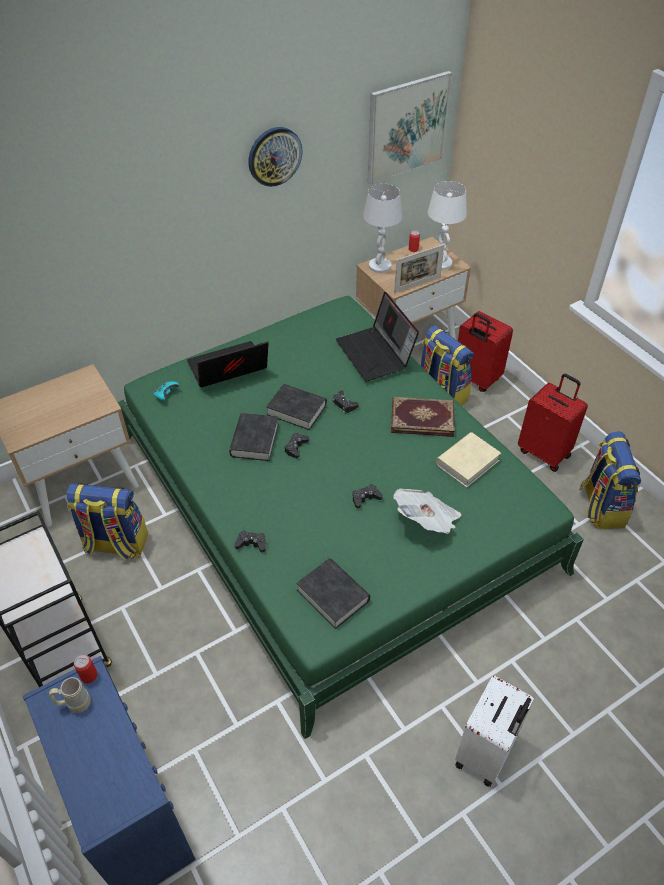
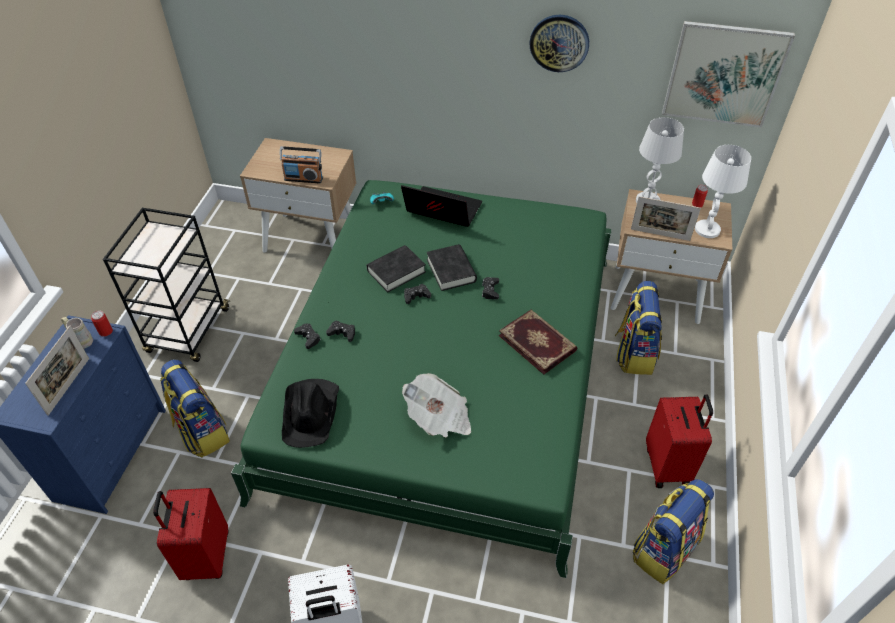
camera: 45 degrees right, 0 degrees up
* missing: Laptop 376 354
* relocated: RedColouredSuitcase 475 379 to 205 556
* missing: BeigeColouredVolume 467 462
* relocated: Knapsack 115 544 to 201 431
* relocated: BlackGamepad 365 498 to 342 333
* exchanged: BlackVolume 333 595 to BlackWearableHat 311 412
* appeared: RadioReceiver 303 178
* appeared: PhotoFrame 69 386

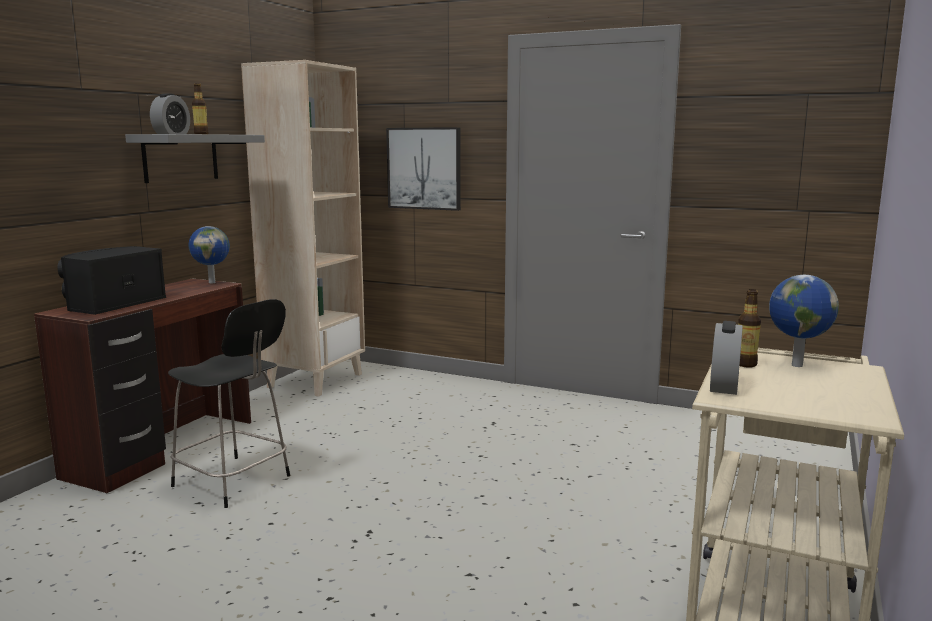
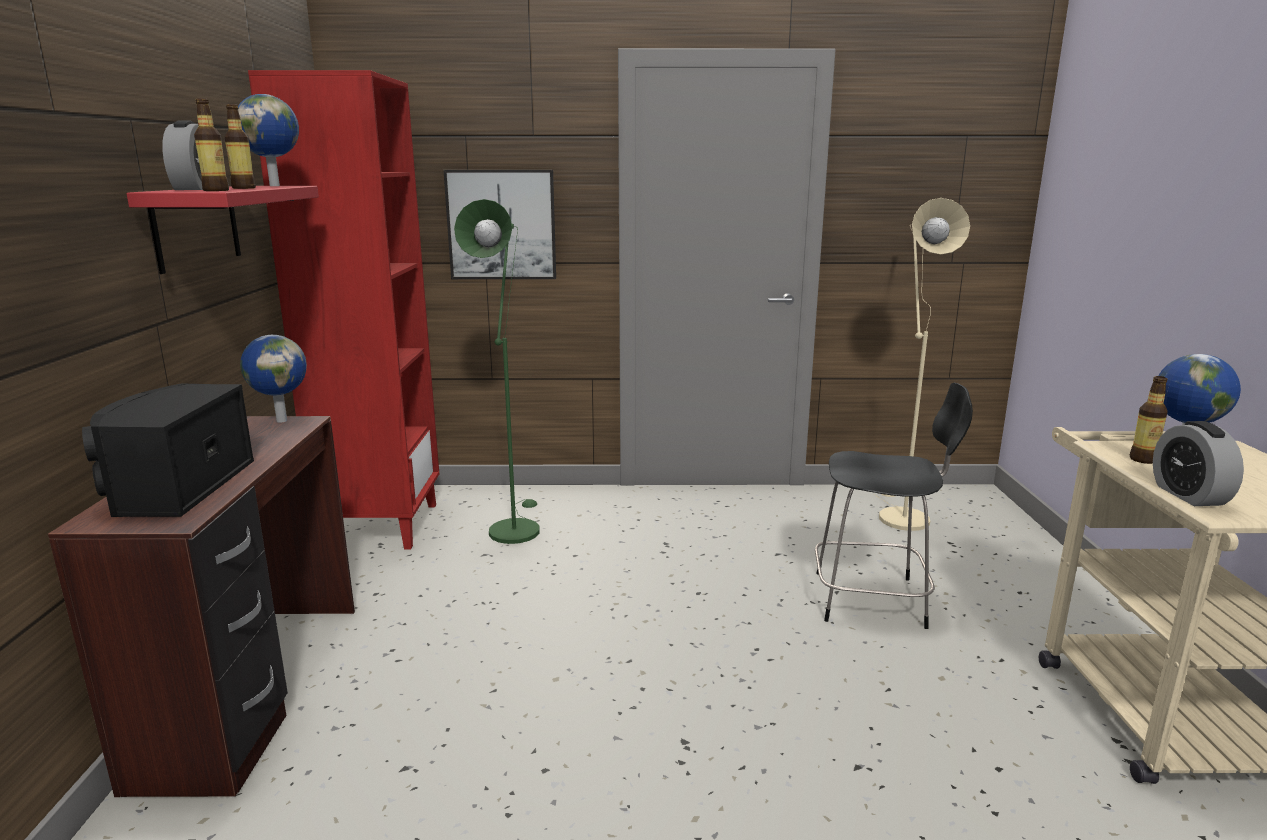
camera: 25 degrees left, 5 degrees up
* colour: BeigeColouredBookshelf 315 380 to RedColouredBookshelf 381 525
* colour: GrayBracketShelf 180 157 to RedColouredBracketShelf 196 226
* relocated: BlackChair 234 482 to 874 599
* appeared: DeskGlobe 275 186
* appeared: BeverageBottle 216 190
* appeared: BeigeColouredStandingLamp 899 515
* appeared: GreenColouredStandingLamp 514 527

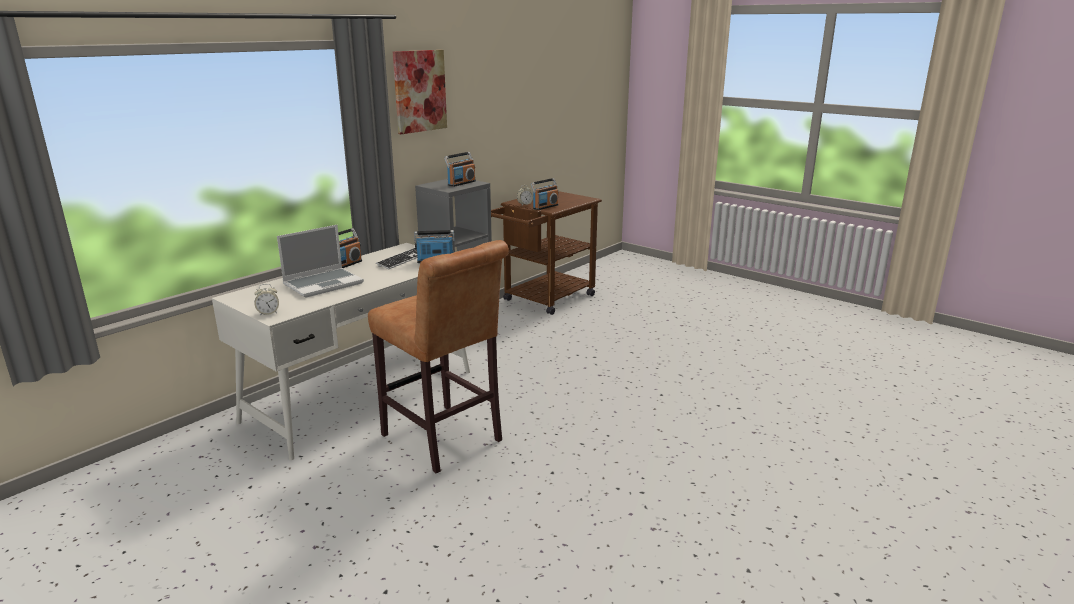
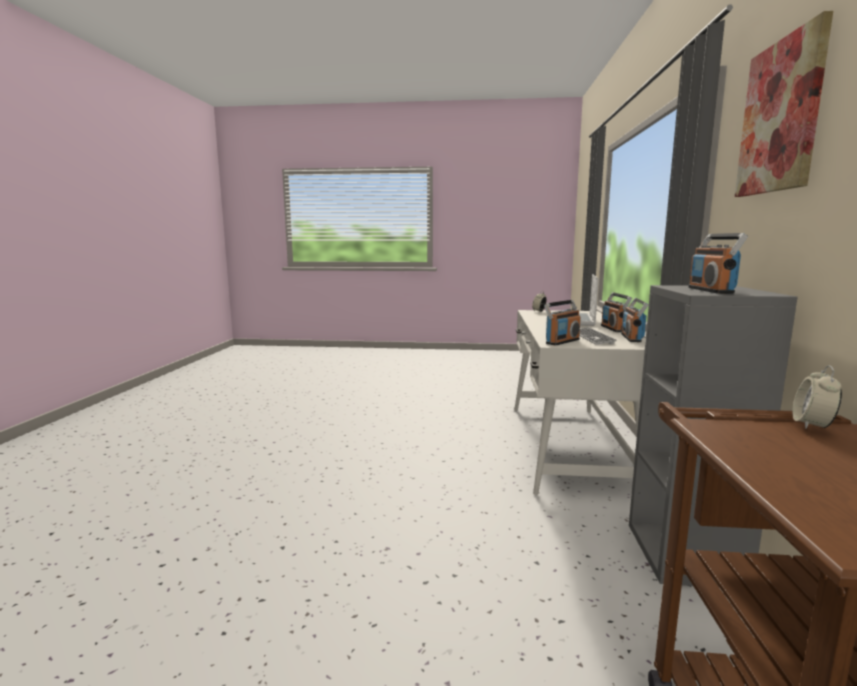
camera: 145 degrees right, 10 degrees down
* relocated: RadioReceiver 545 207 to 631 338
* missing: BrownishStool 445 441

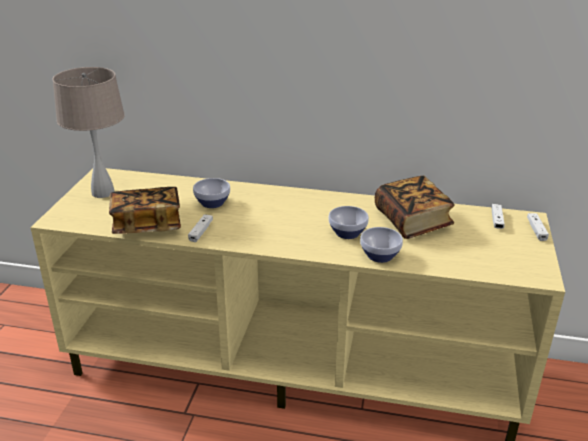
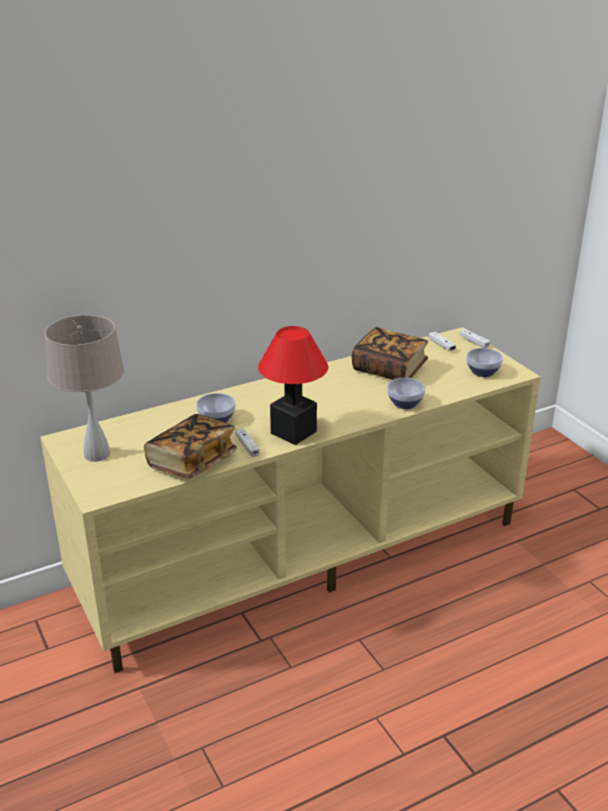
camera: 40 degrees left, 0 degrees up
* relocated: ServingBowl 348 233 to 483 372
* appeared: TabletopLamp 294 431

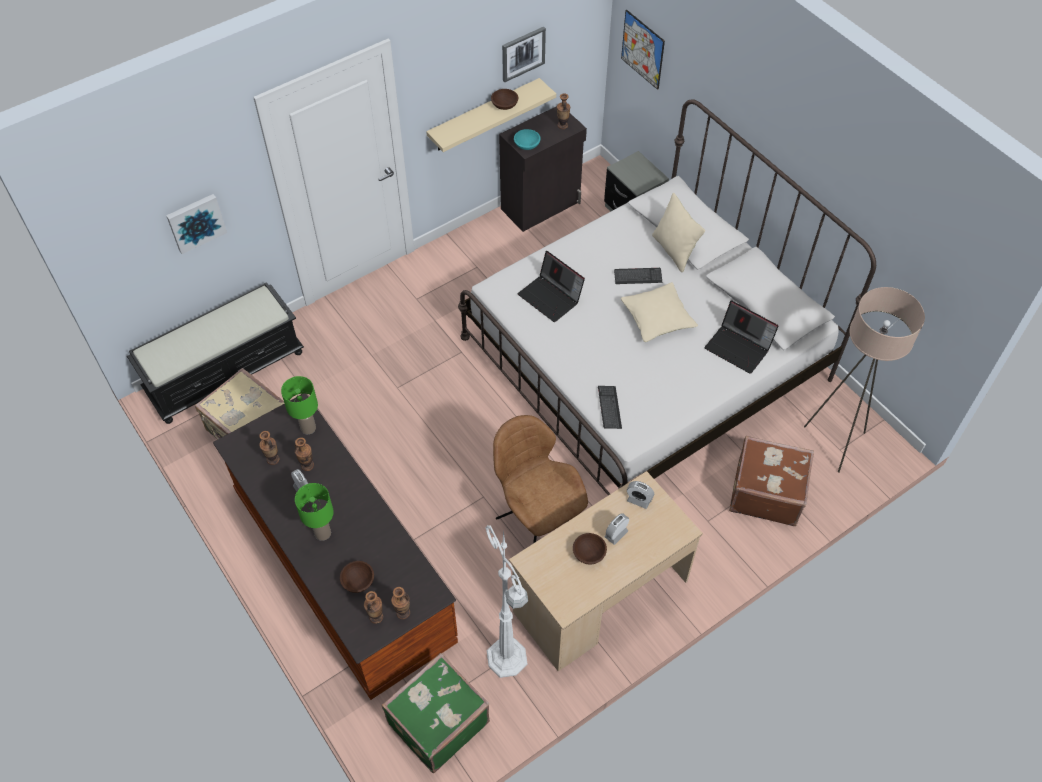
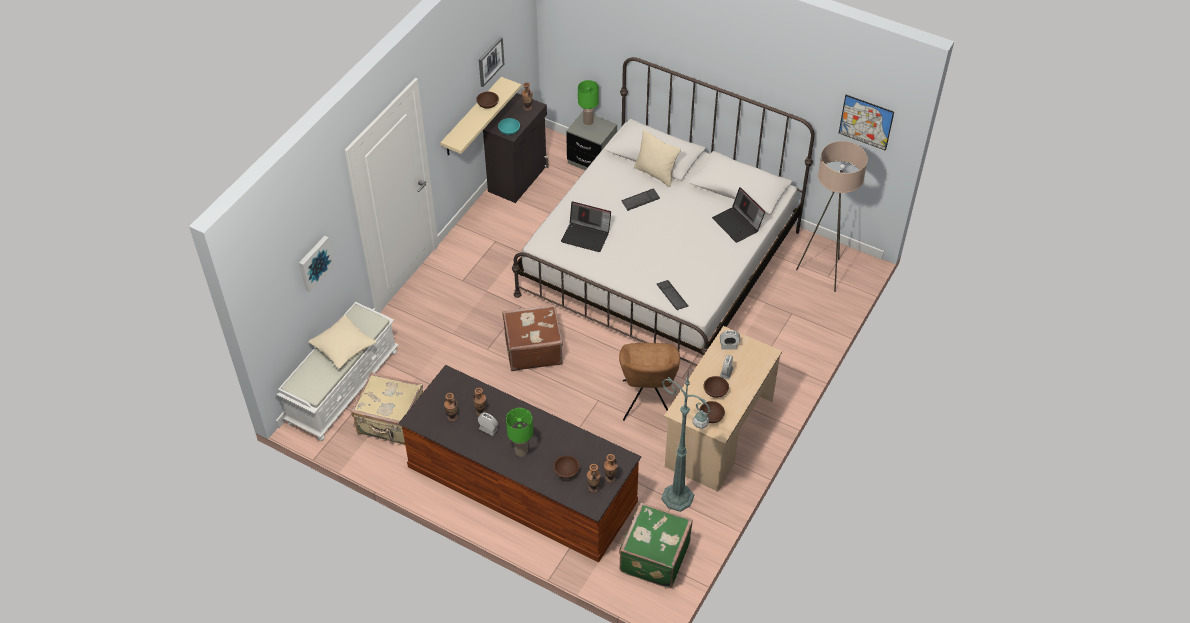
camera: 25 degrees left, 5 degrees down
* relocated: Picture 642 49 to 866 122
* colour: BlackBench 226 371 to WhiteColouredBench 343 386
* relocated: BeigeColouredThrowPillow 657 318 to 343 347
* spun: Laptop 739 347 = 738 224 45 degrees clockwise
* relocated: GreenColouredTabletopLamp 308 428 to 588 122
* spun: BrownishChair 537 523 = 647 403 120 degrees counterclockwise
* relocated: BrownishSuitcase 765 492 to 532 349
* colour: WhiteColouredStandingLamp 507 660 to GreenColouredStandingLamp 679 498
* appeared: BrownishServingBowl 711 417

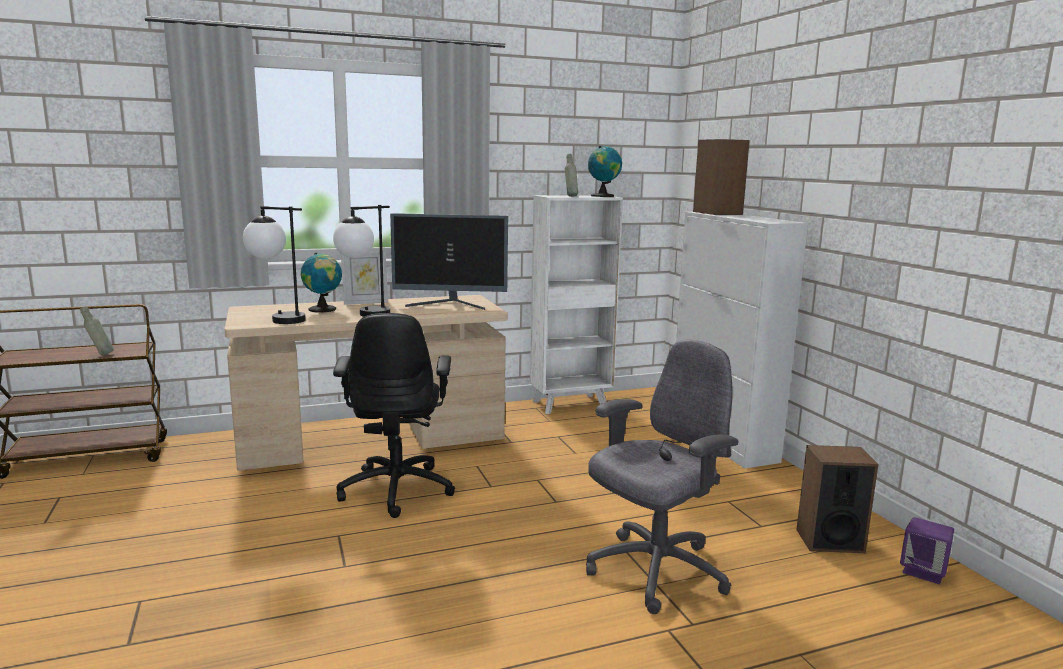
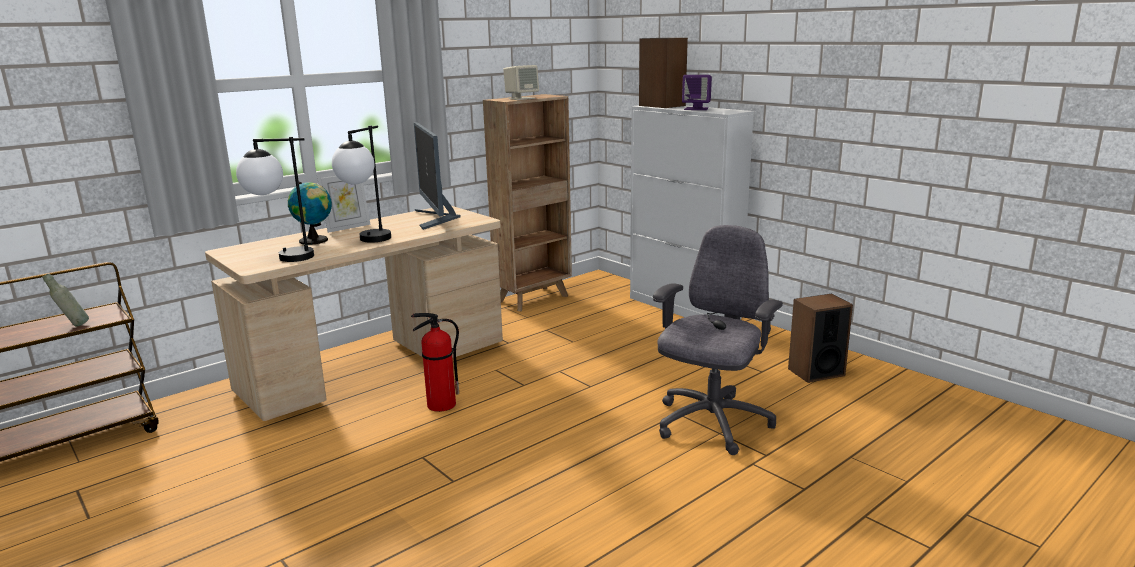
camera: 20 degrees left, 5 degrees up
* missing: DeskGlobe 603 196
* exchanged: GrayBeverageBottle 570 196 to BeigeColouredSpeaker 521 98
* colour: WhiteColouredBookshelf 571 404 to BrownishBookshelf 534 298
* spun: ComputerScreen 450 305 = 436 219 90 degrees clockwise
* exchanged: BlackDeskChair 397 489 to FireFightingCylinder 440 405
* relocated: PurplishSpeaker 923 572 to 696 109

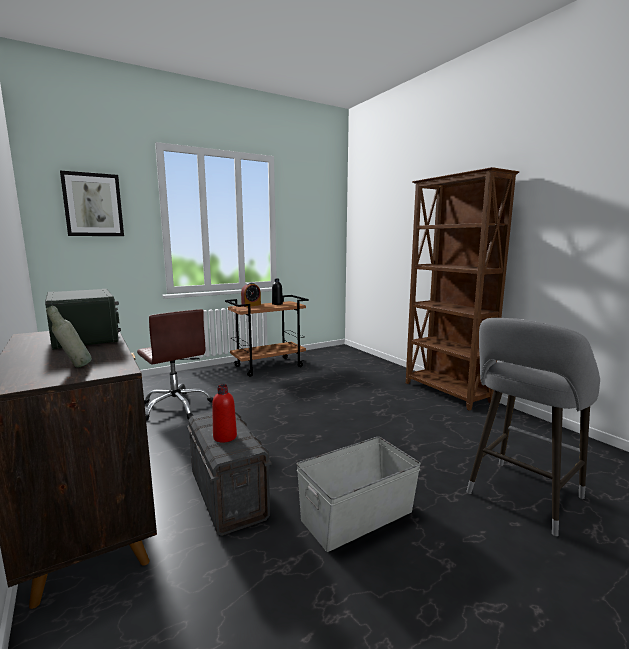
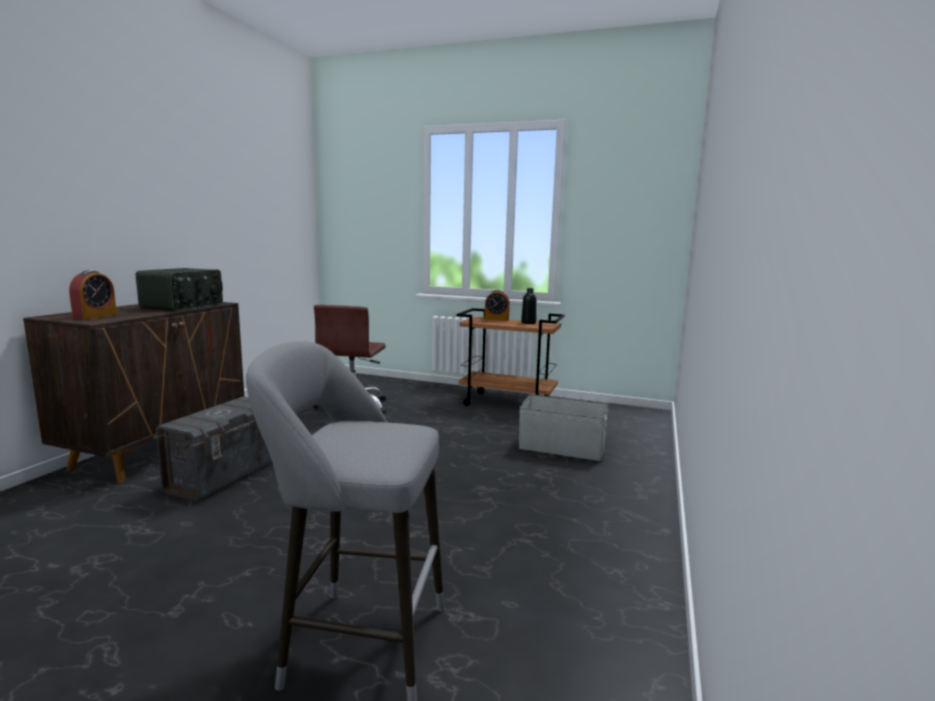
camera: 50 degrees right, 0 degrees up
* missing: BrownishBookshelf 446 392
* missing: Picture 93 205
* exchanged: GrayBeverageBottle 74 367 to BedsideClock 95 316
* missing: RedColouredBeverageBottle 225 437
* relocated: GrayStorageBox 356 515 to 561 447

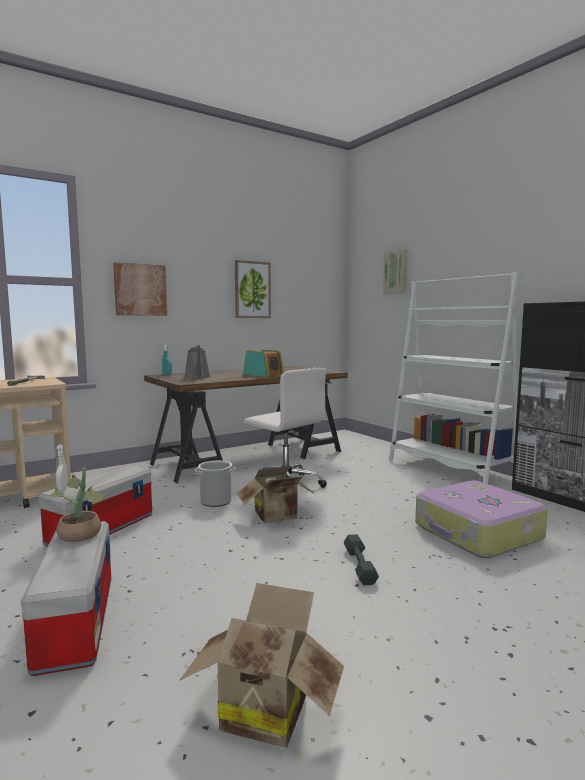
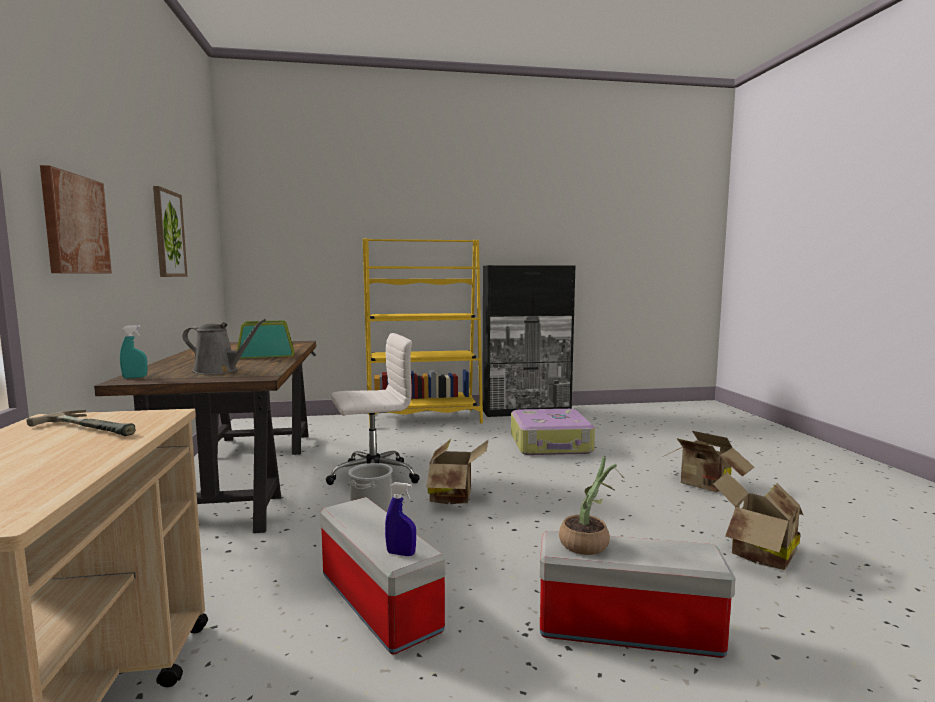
camera: 65 degrees left, 0 degrees up
* missing: Picture 396 272
* colour: WhiteColouredBookshelf 450 469 to YellowBookshelf 423 418
* colour: WhiteColouredSprayBottle 62 490 to BlueSprayBottle 401 553
* missing: GrayDumbbell 360 566
* appeared: CardboardBox 705 486

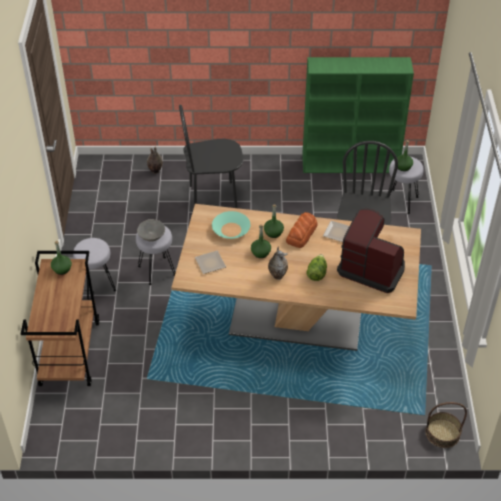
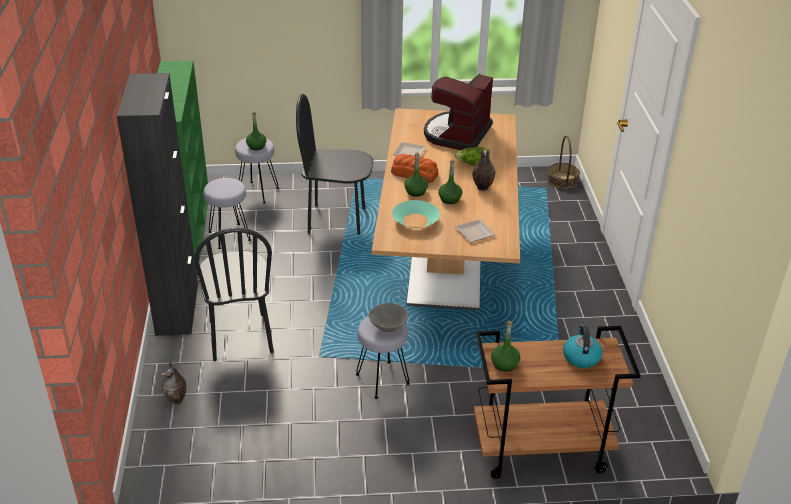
camera: 95 degrees left, 10 degrees down
* relocated: GrayStool 97 285 to 229 236
* appeared: BlackStorageCabinet 177 309
* appeared: WaterKettle 581 357

